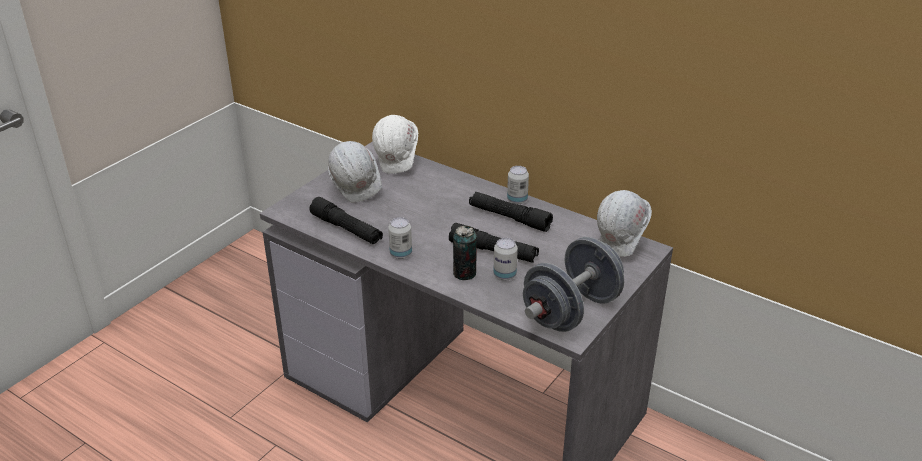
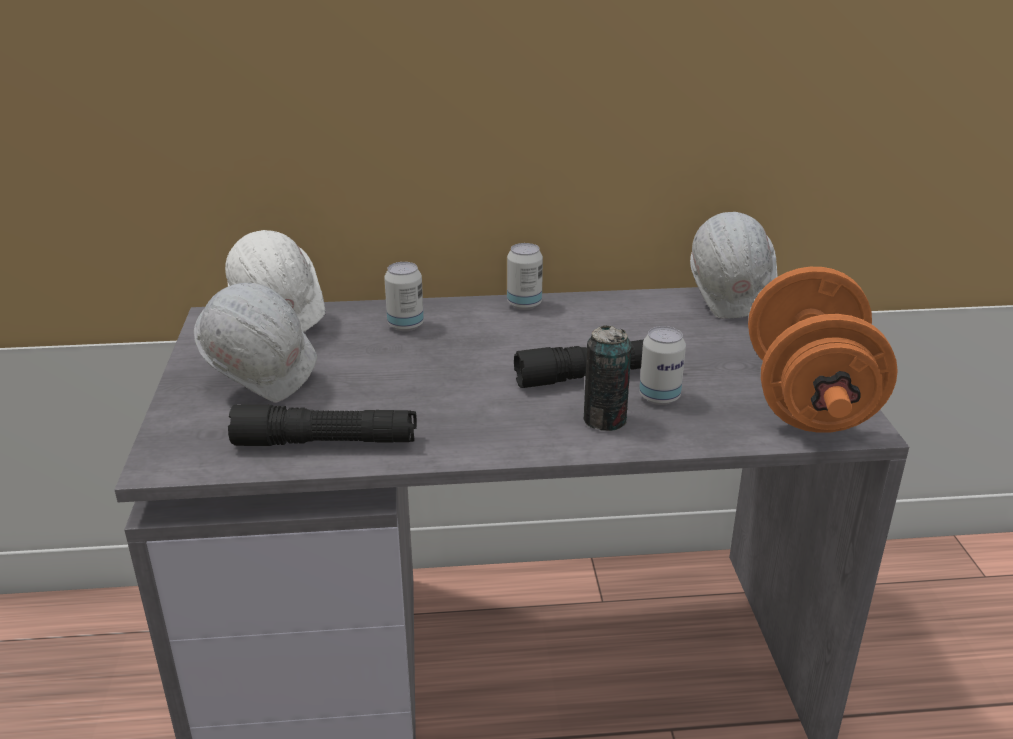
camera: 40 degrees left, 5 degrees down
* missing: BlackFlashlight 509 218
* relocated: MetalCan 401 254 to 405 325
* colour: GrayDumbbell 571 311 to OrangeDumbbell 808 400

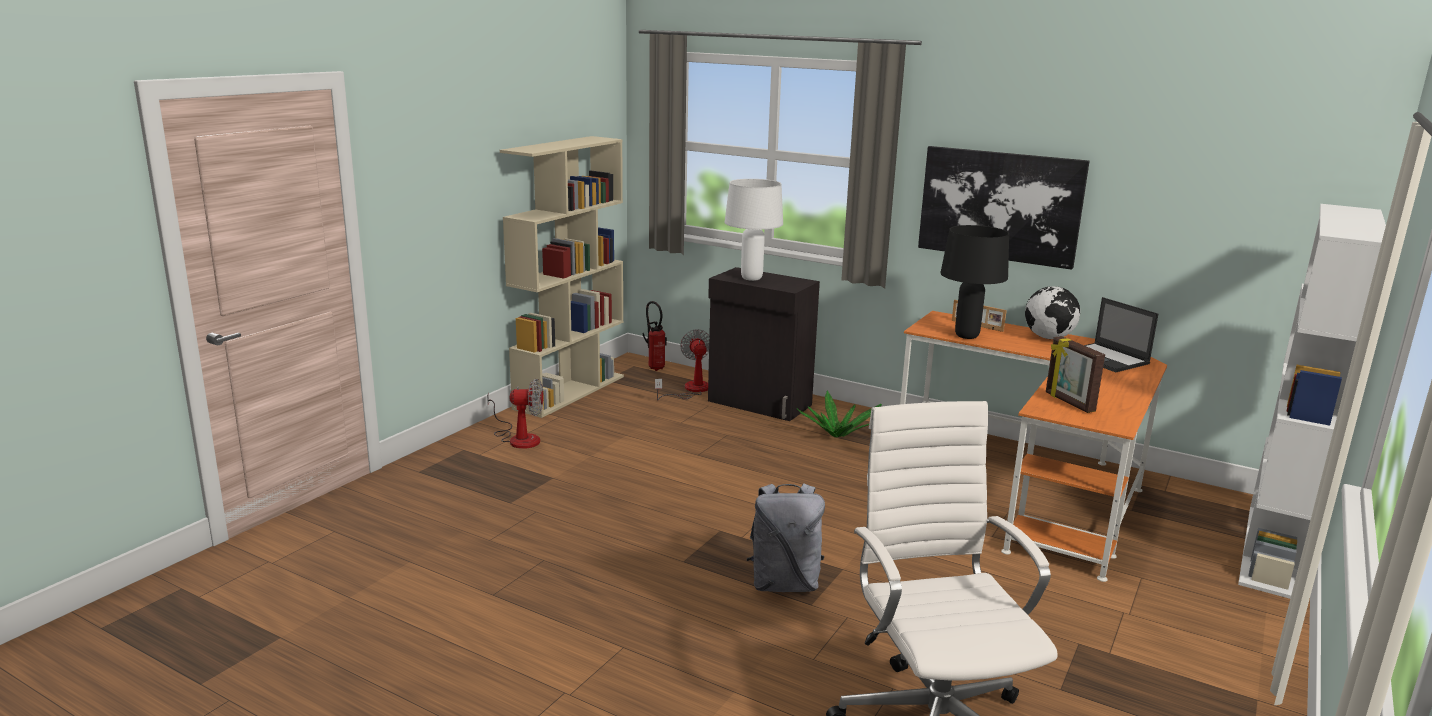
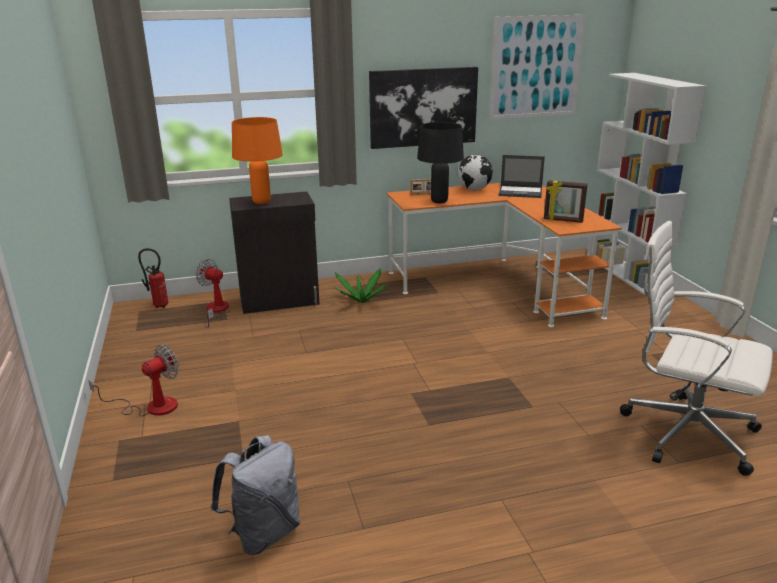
camera: 45 degrees left, 5 degrees up
* missing: BeigeColouredBookshelf 570 392
* colour: WhiteColouredTabletopLamp 752 278 to OrangeTabletopLamp 262 202
* relocated: GrayKnapsack 784 584 to 264 533
* appeared: Picture 536 67

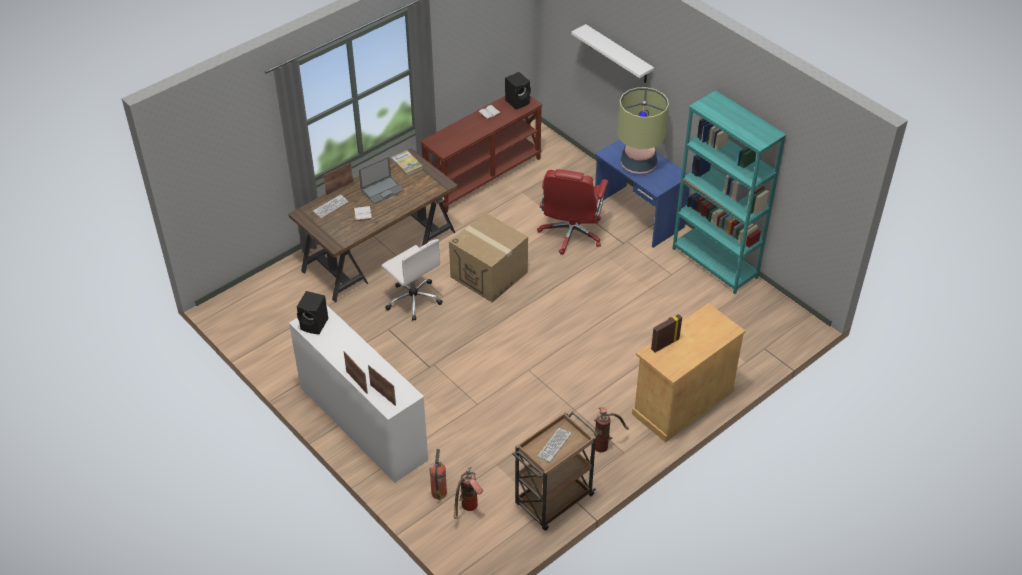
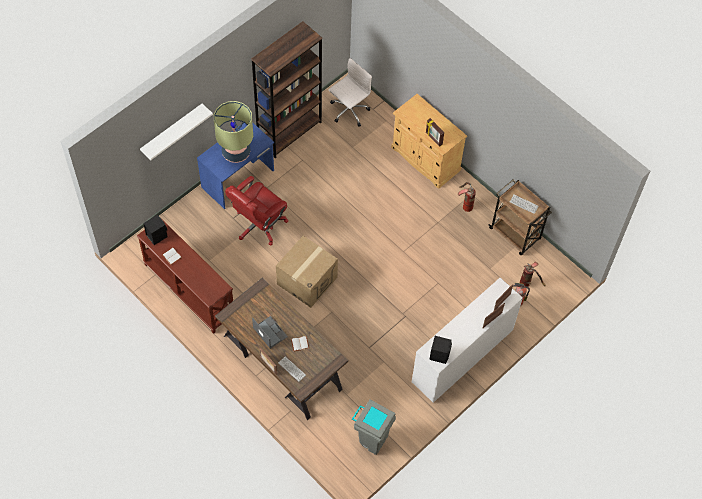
camera: 95 degrees left, 15 degrees up
* colour: BlueGreenBookshelf 715 263 to BrownishBookshelf 289 132
* missing: Volume 407 164
* spun: RedColouredDeskChair 571 233 = 259 225 120 degrees clockwise
* relocated: WhiteColouredDeskChair 413 299 to 348 111
* appeared: GrayTrashCan 371 439

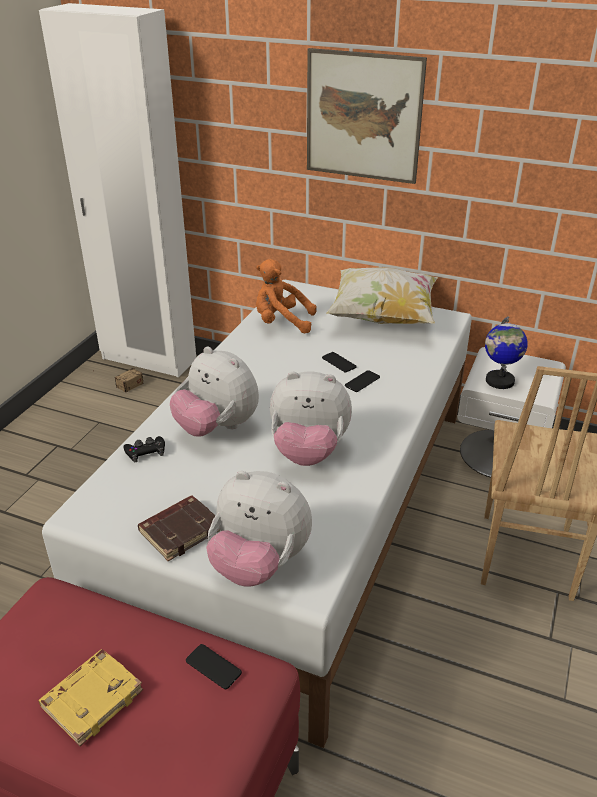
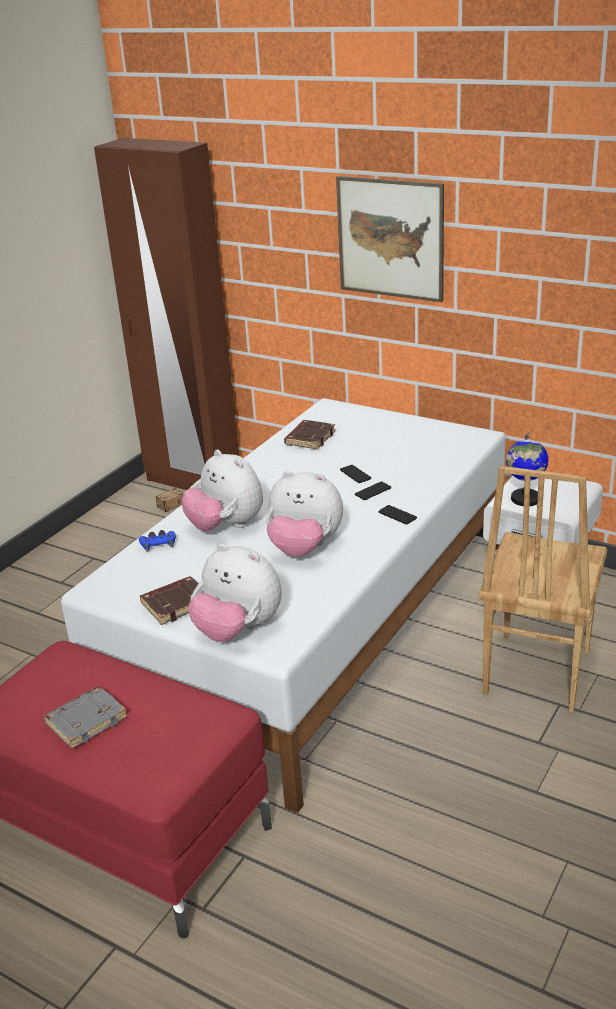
camera: 10 degrees right, 5 degrees down
* colour: WhiteColouredArmoire 148 359 to BrownishArmoire 193 482
* exchanged: OrangeSoftToy 281 323 to BrownishVolume 309 438
* missing: ThrowPillow 382 317
* colour: BlackGamepad 145 452 to BlueGamepad 158 544
* relocated: Handset 213 667 to 397 515
* colour: YellowVolume 92 698 to GrayVolume 86 720

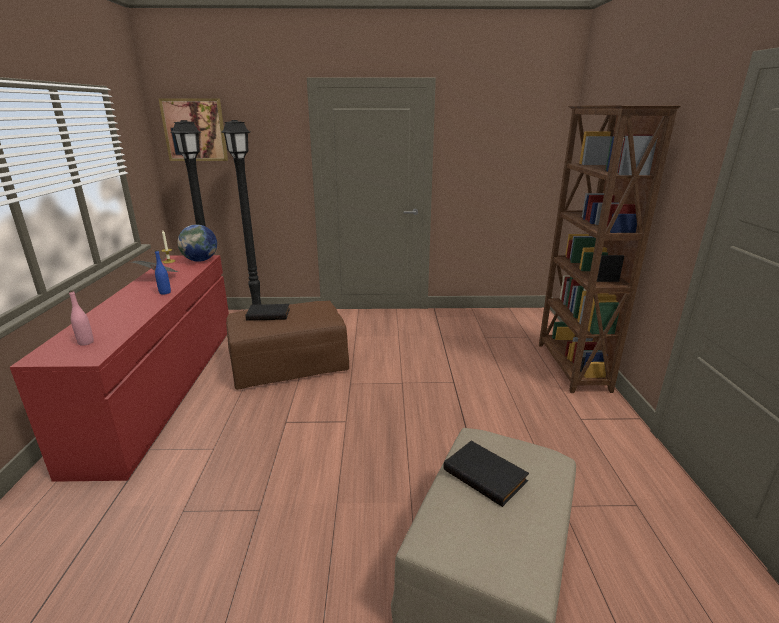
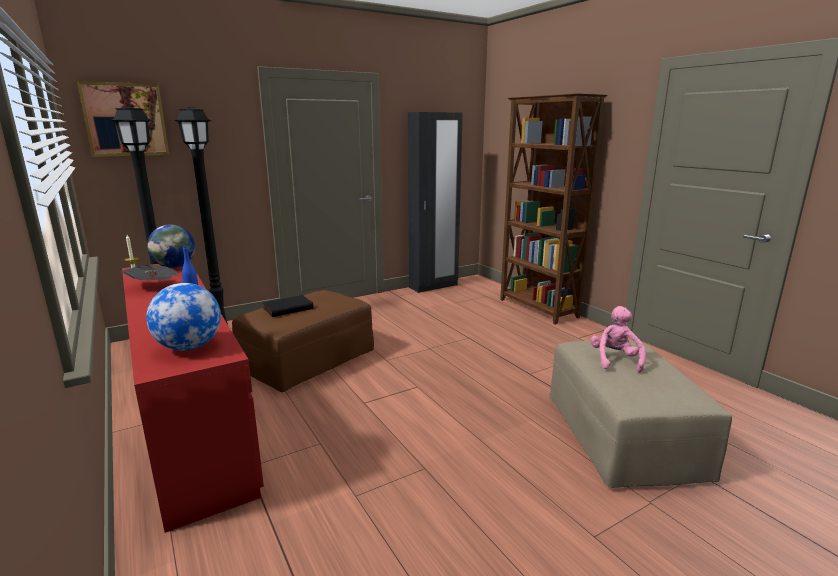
camera: 30 degrees left, 5 degrees down
* exchanged: PinkColouredBeverageBottle 86 342 to DeskGlobe 189 347
* exchanged: BlackVolume 486 475 to PinkColouredSoftToy 615 360
* appeared: BlackArmoire 433 286

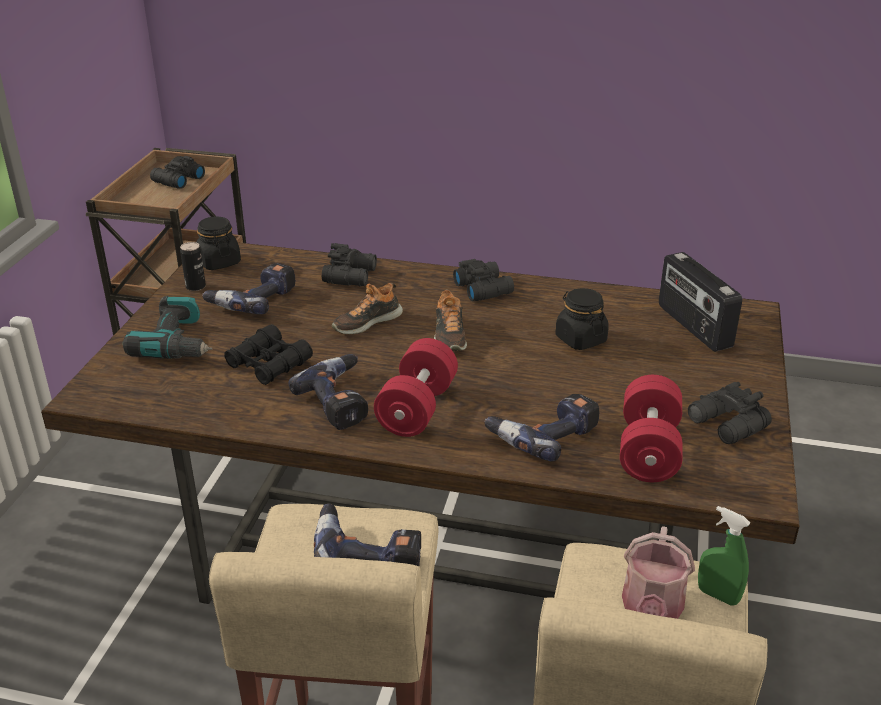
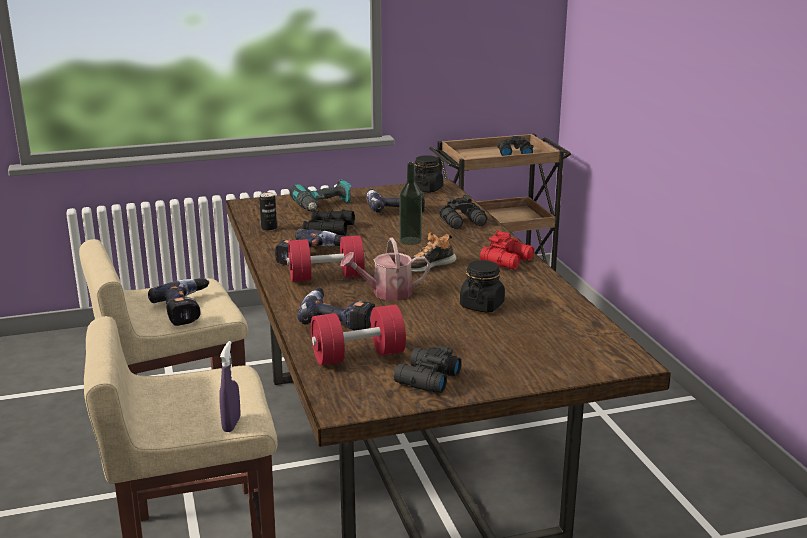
camera: 60 degrees right, 10 degrees down
* relocated: MetalCan 195 286 to 269 228
* missing: RadioReceiver 693 326
* colour: BlackFieldGlasses 483 288 to RedColouredFieldGlasses 508 261
* exchanged: LowShoe 366 322 to BeverageBottle 410 240
* colour: GreenColouredSprayBottle 717 595 to PurplishSprayBottle 231 424
* relocated: SprinklingCan 651 610 to 386 293

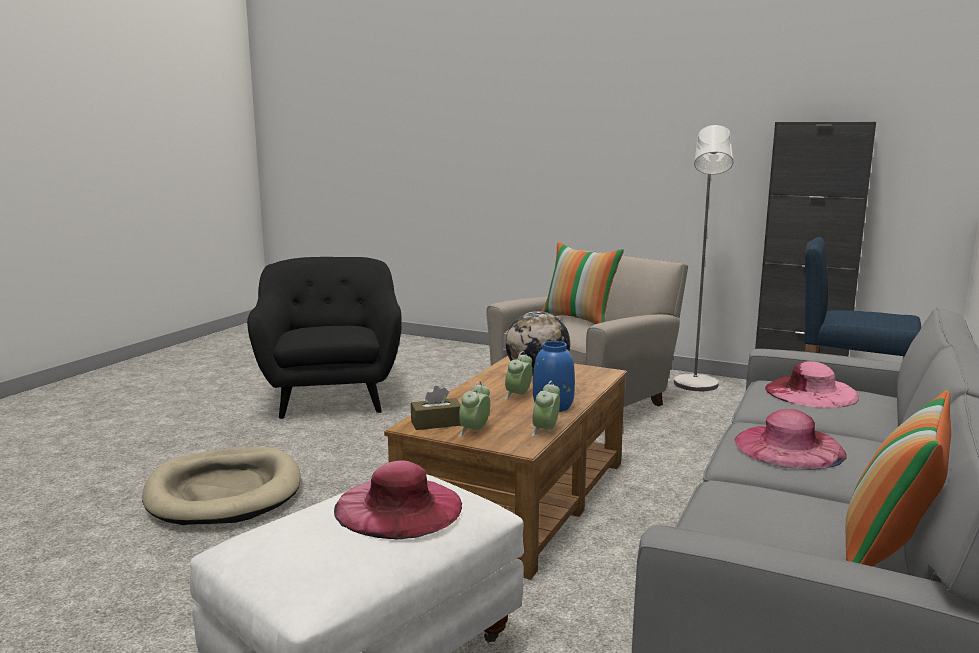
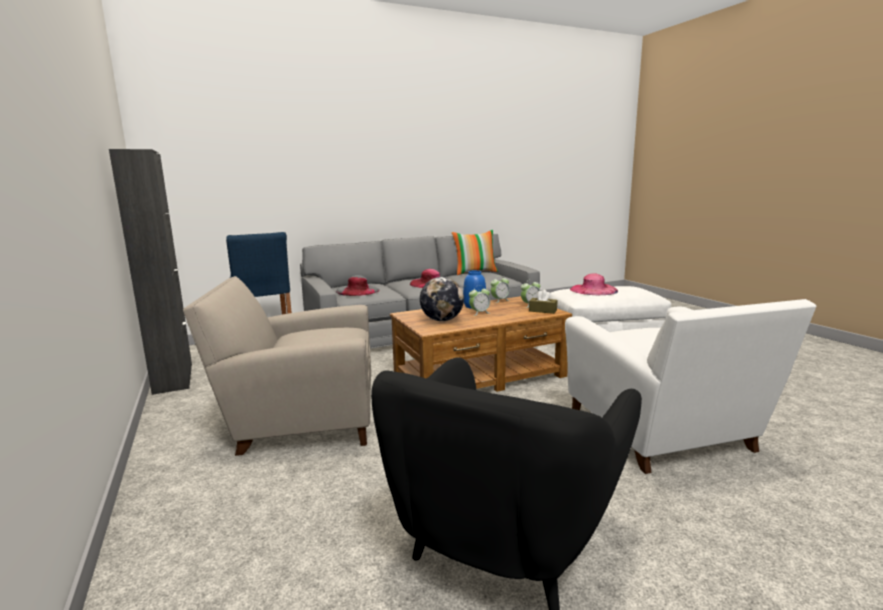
camera: 140 degrees left, 0 degrees up
* missing: GrayStandingLamp 696 387
* missing: ThrowPillow 579 319
* colour: PinkColouredWearableHat 811 392 to GrayWearableHat 357 290
* exchanged: BeigeColouredDogBed 224 492 to WhiteColouredArmchair 664 434

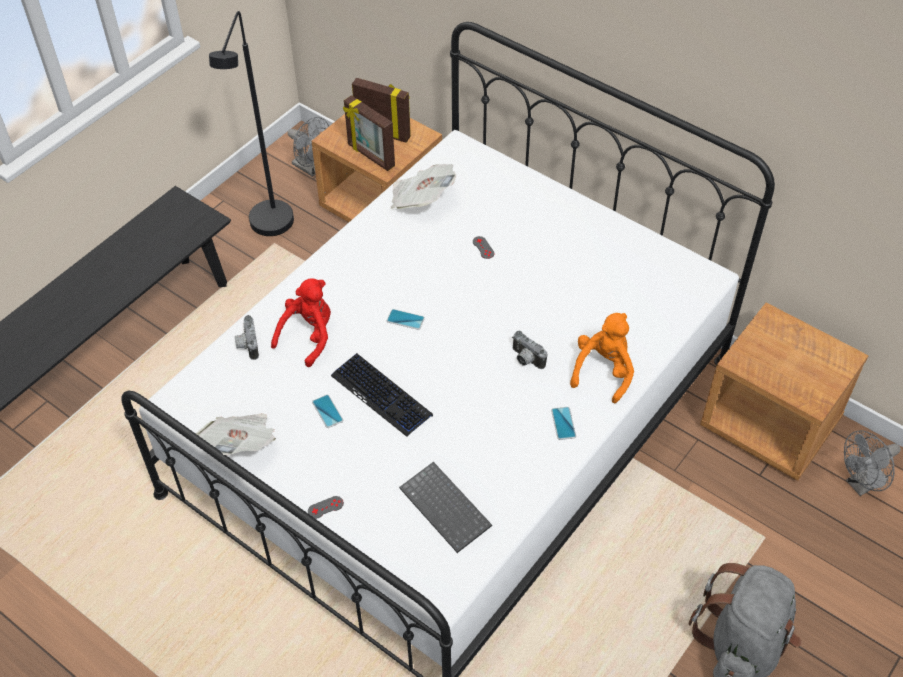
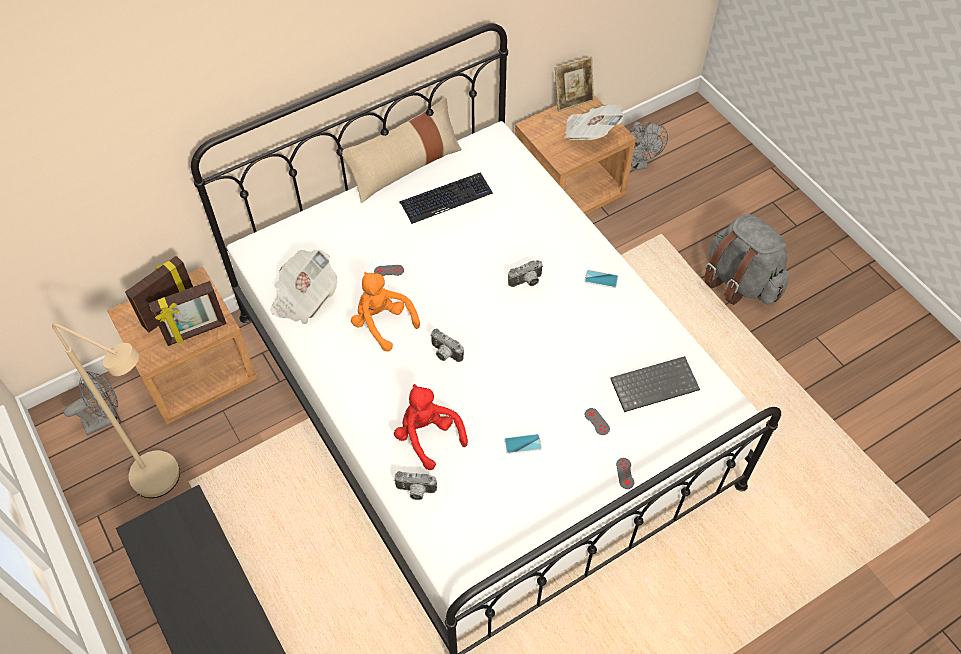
camera: 70 degrees left, 5 degrees up
* colour: BlackStandingLamp 269 229 to BeigeColouredStandingLamp 167 481
* exchanged: Handset 405 320 to StillCamera 444 354
* relocated: OrangeSoftToy 603 371 to 382 323
* relocated: PcKeyboard 382 395 to 446 198
* relocated: Newspaper 241 445 to 590 133
* appeared: PhotoFrame 573 101
* appeared: BeigeColouredThrowPillow 405 167
* appeared: GrayGamepad 597 421

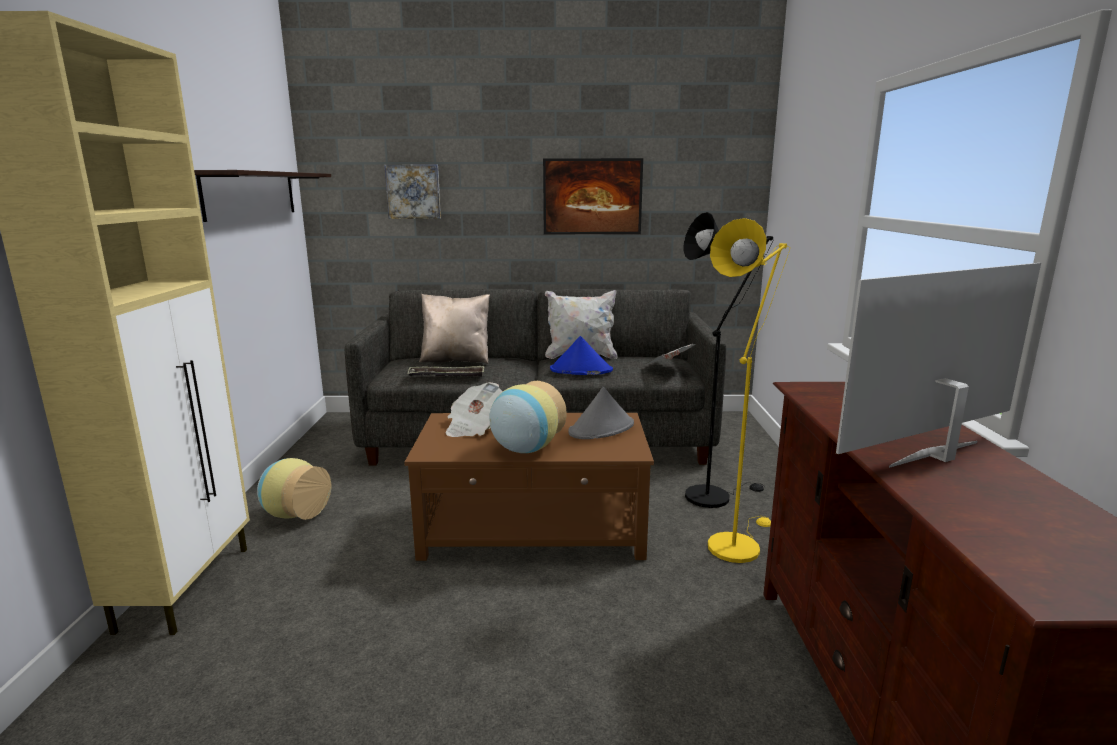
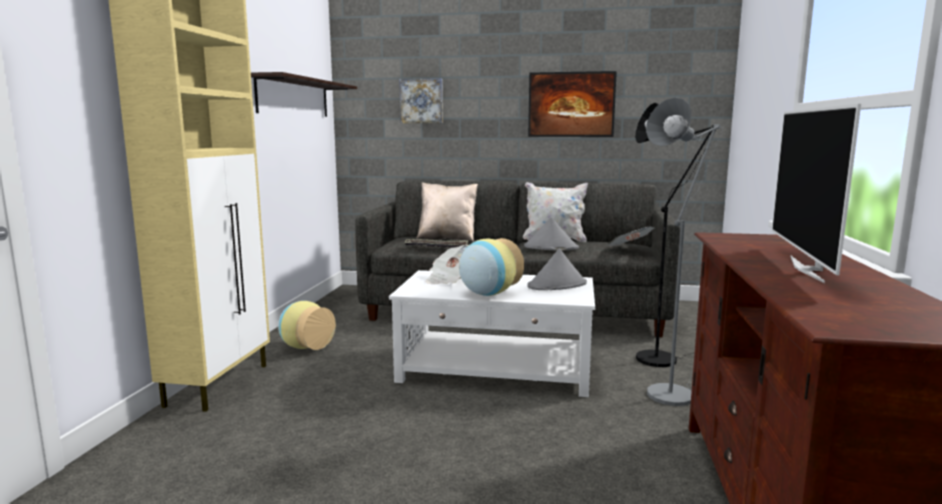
camera: 10 degrees right, 5 degrees down
* colour: YellowStandingLamp 736 543 to GrayStandingLamp 674 392
* spun: Television 937 455 = 808 269 60 degrees counterclockwise
* colour: BlueWearableHat 580 370 to GrayWearableHat 550 247
* colour: BrownishCoffeeTable 534 527 to WhiteColouredCoffeeTable 496 369

